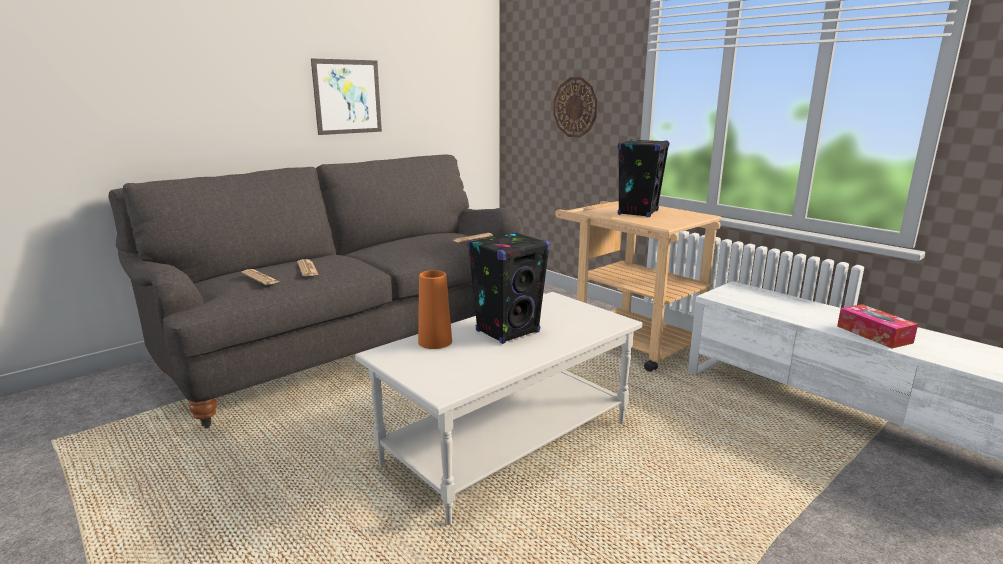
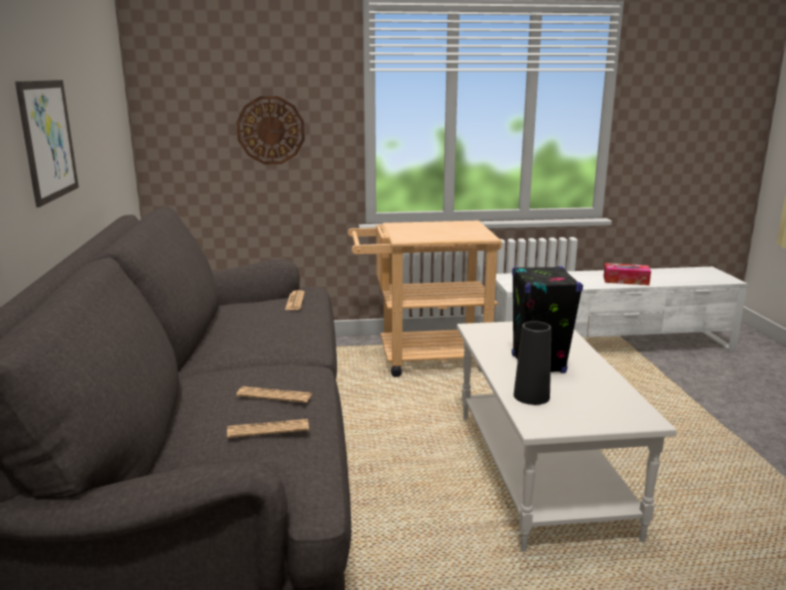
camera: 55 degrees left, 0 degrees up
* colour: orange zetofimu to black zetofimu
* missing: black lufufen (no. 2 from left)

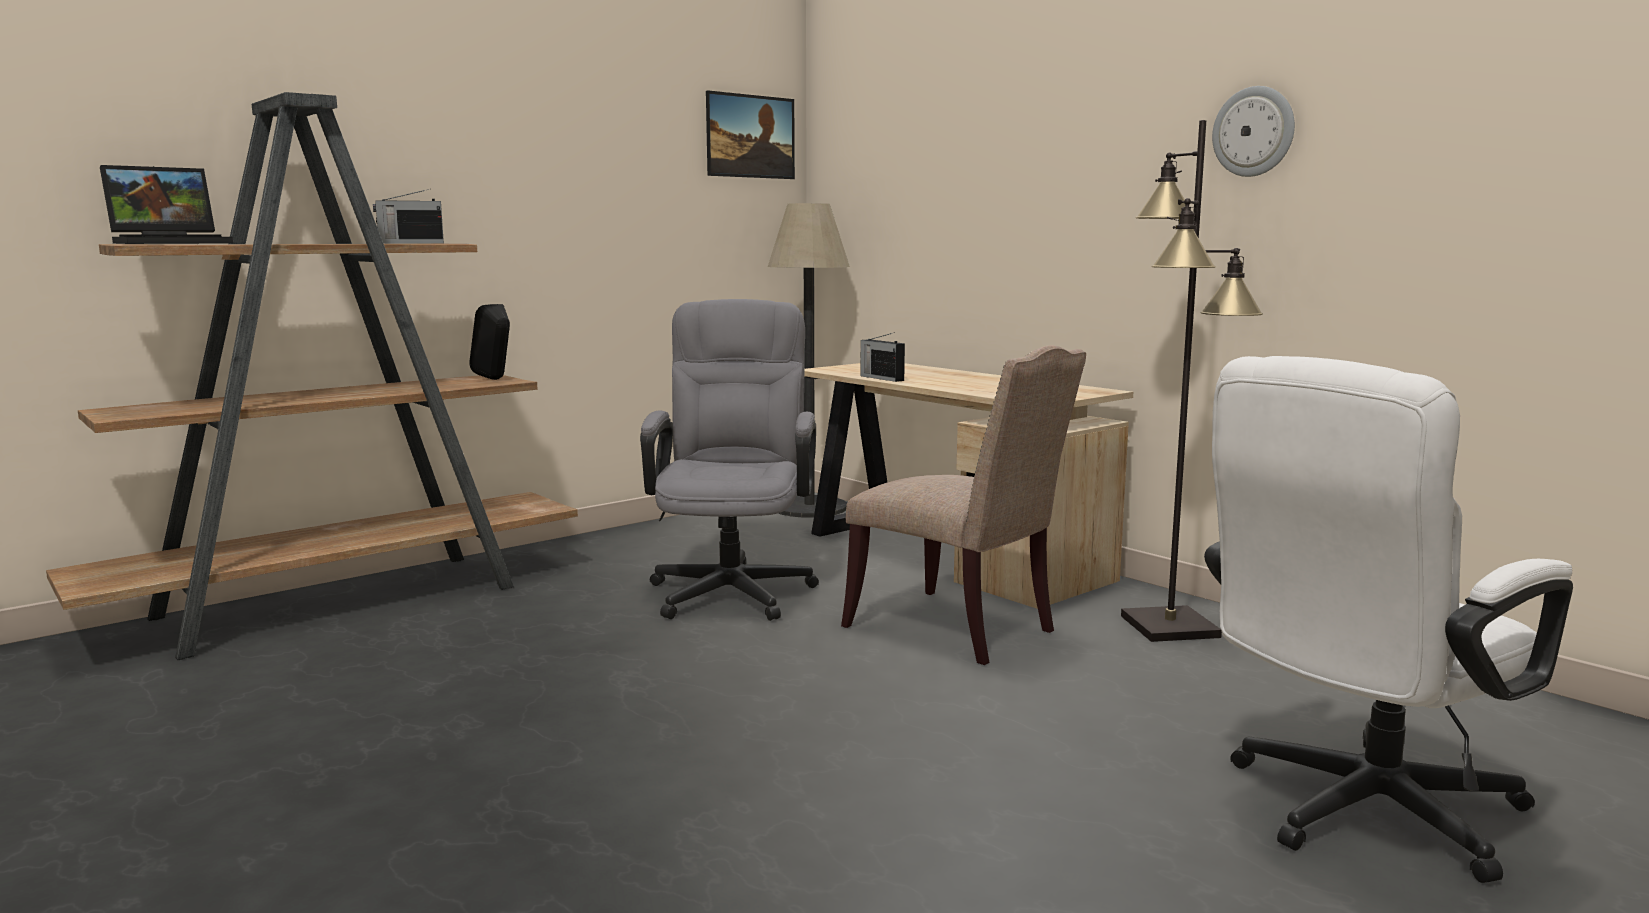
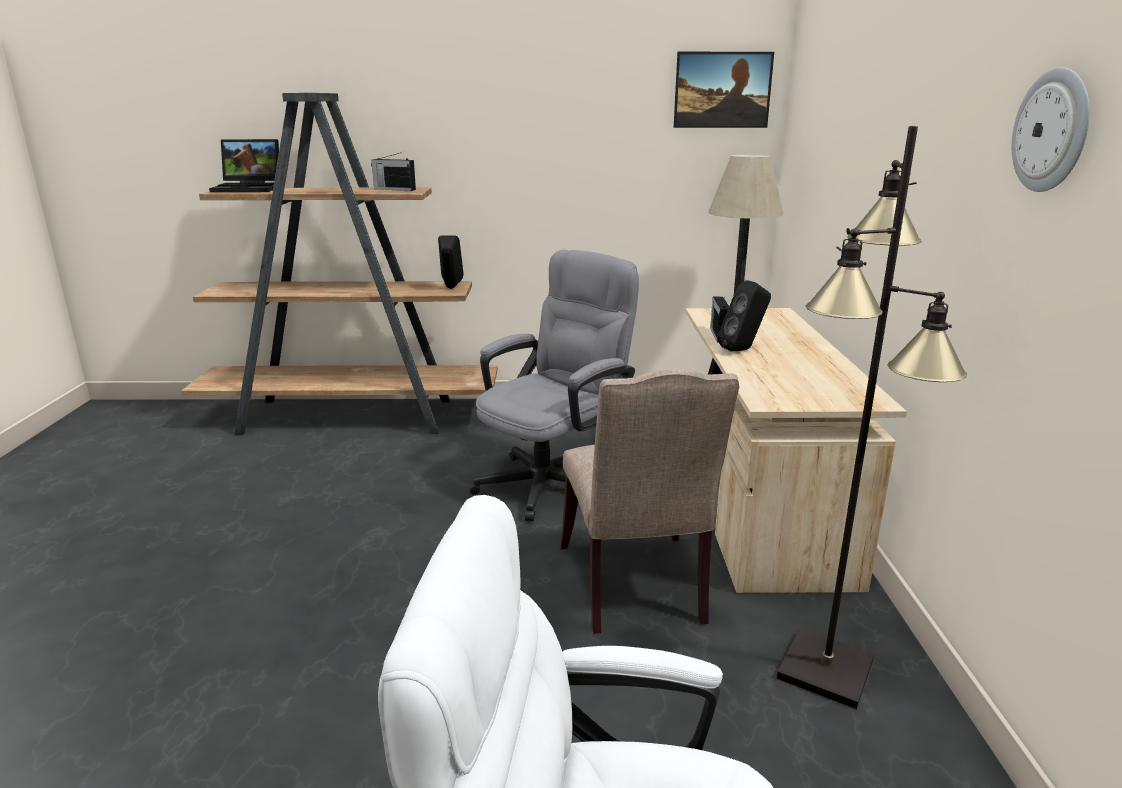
camera: 40 degrees right, 10 degrees up
* appeared: black lufufen (no. 2 from left)

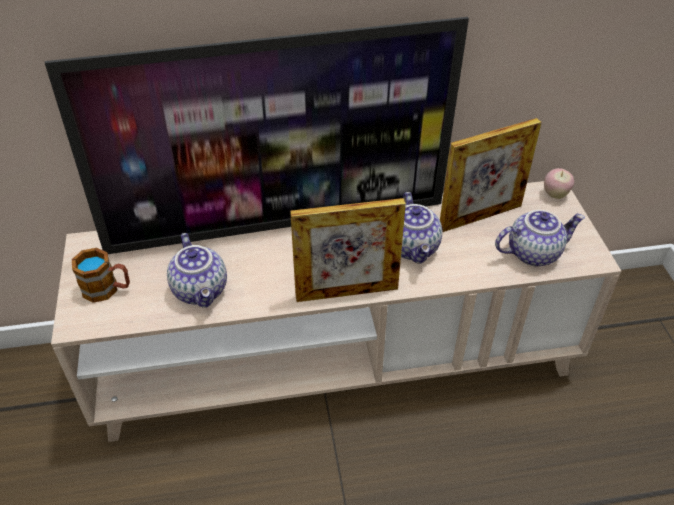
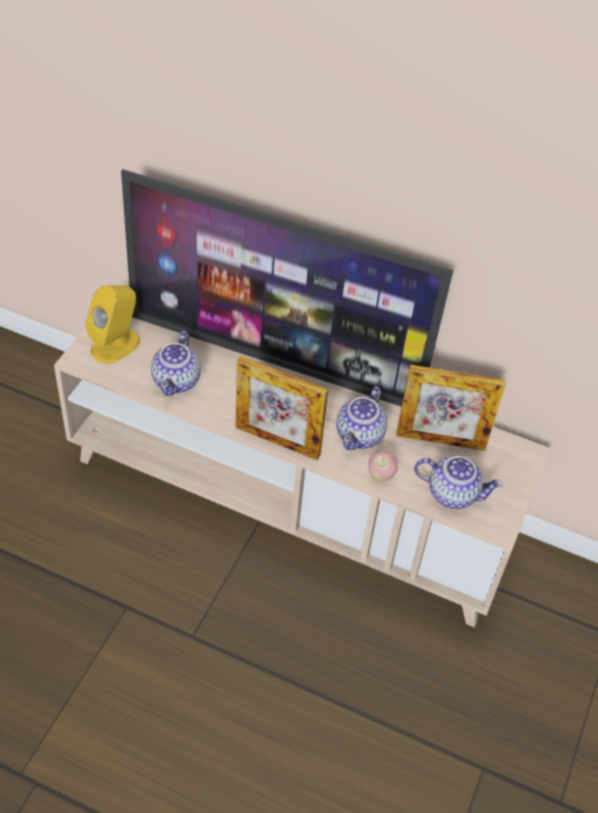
camera: 30 degrees right, 5 degrees up
* exchanged: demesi to yellow lufufen
* relocated: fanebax

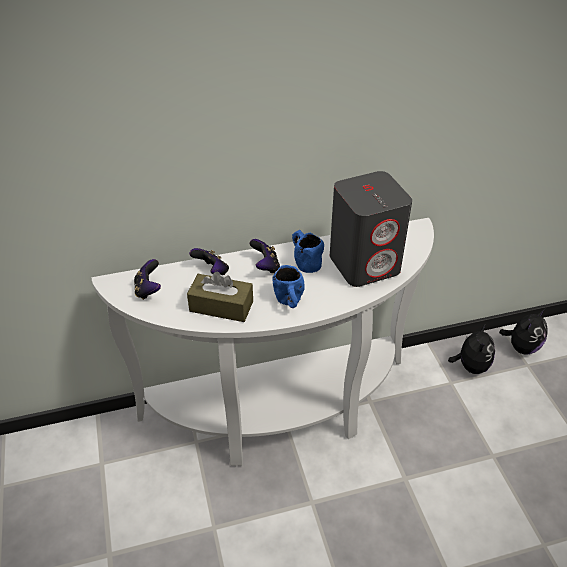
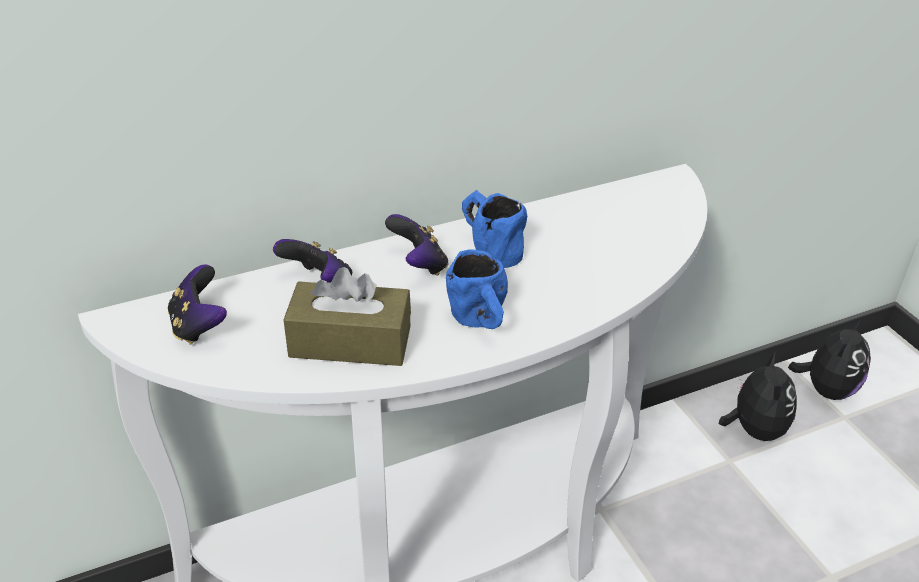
camera: 10 degrees left, 5 degrees down
* missing: grey lufufen

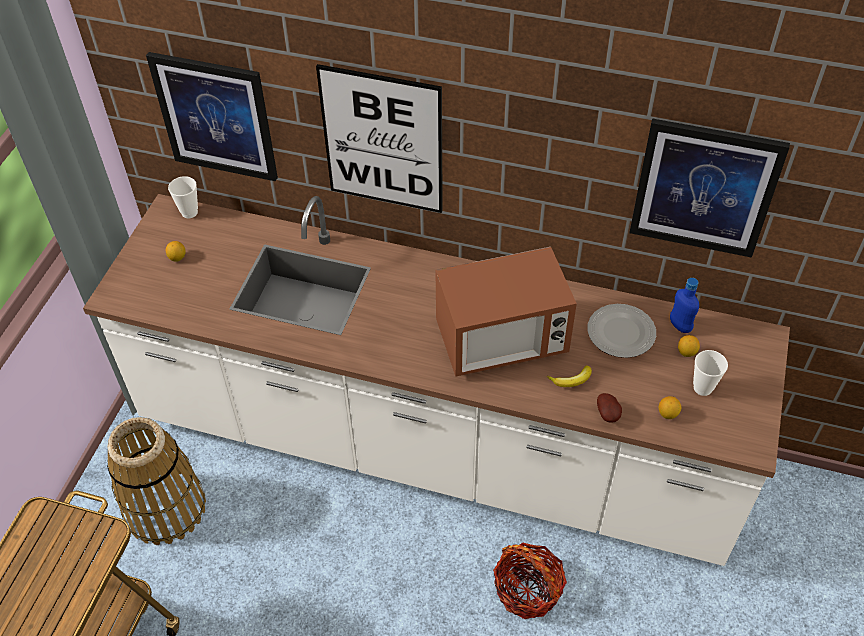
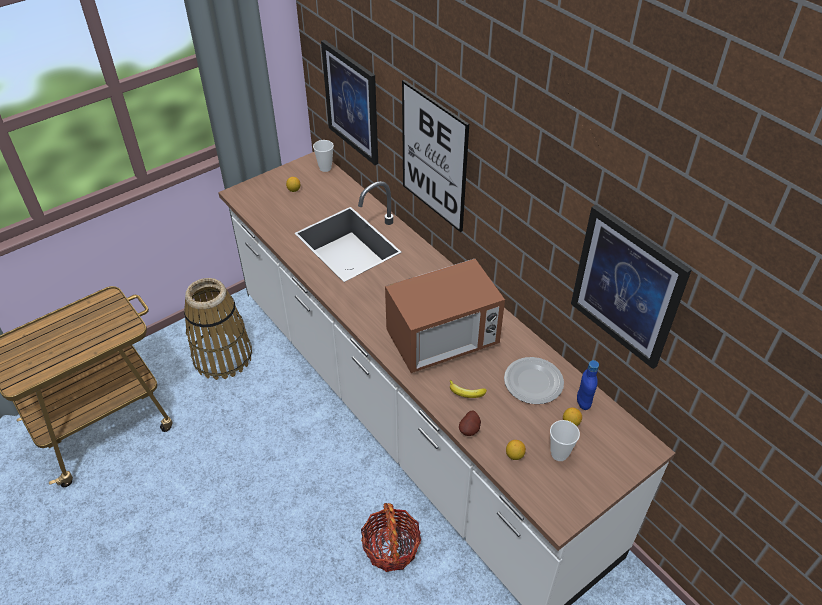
camera: 35 degrees right, 5 degrees down
* spun: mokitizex 45 degrees counterclockwise

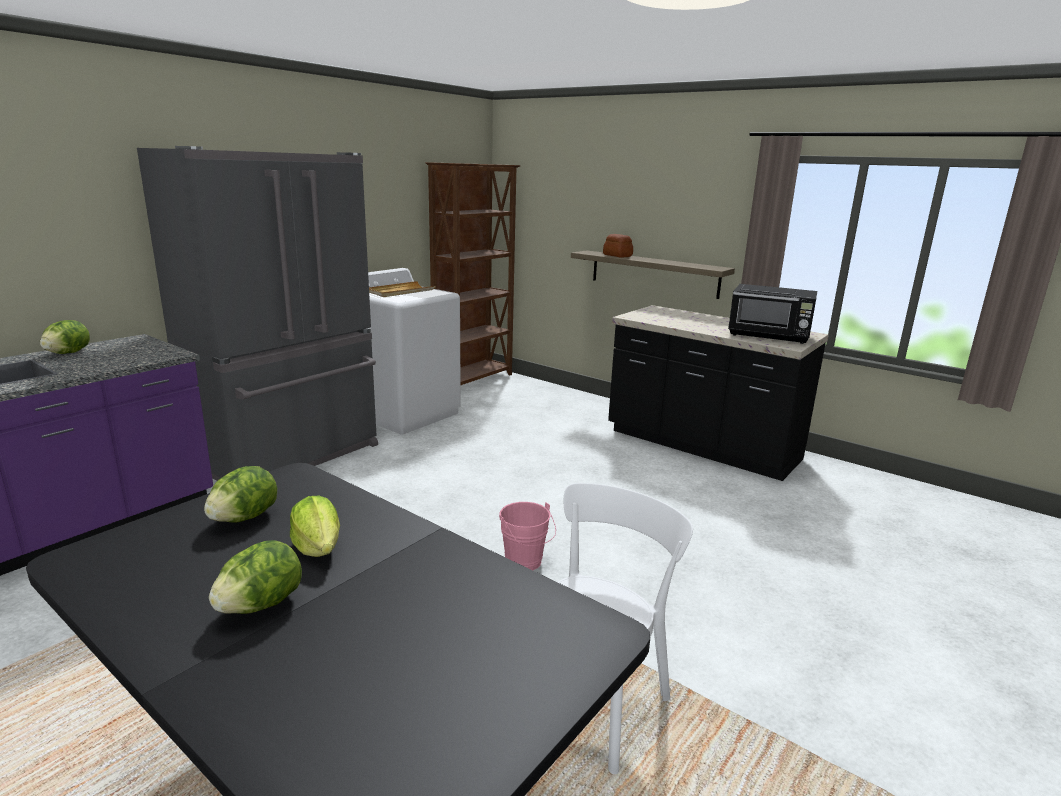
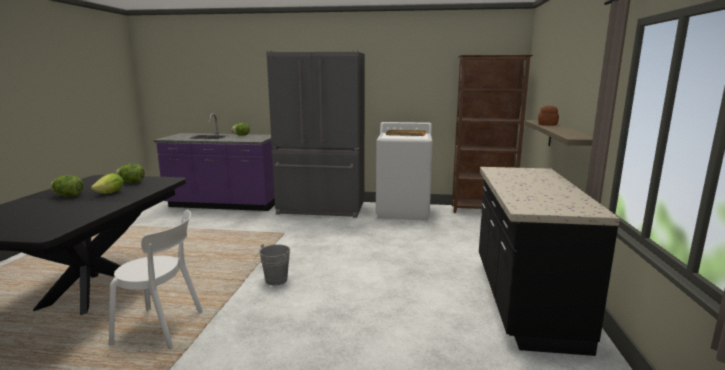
camera: 60 degrees right, 5 degrees down
* colour: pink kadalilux to grey kadalilux
* missing: black mokitizex

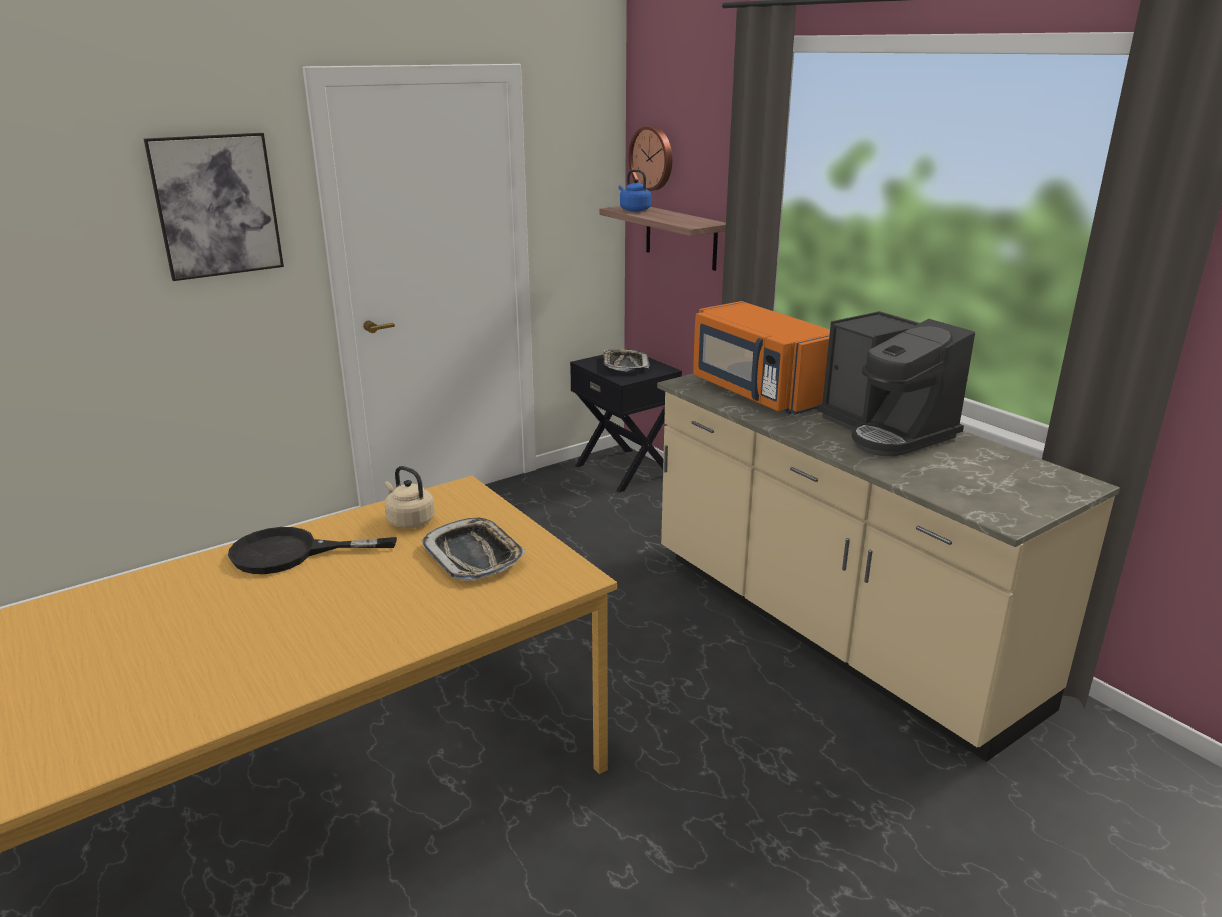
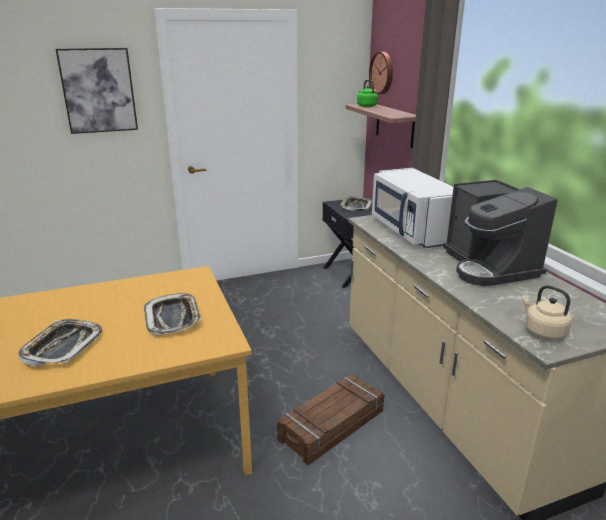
camera: 15 degrees right, 0 degrees up
* appeared: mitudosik (no. 1 from left)
* appeared: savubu
* colour: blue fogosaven to green fogosaven
* colour: orange mokitizex to white mokitizex
* relocated: beige fogosaven
* missing: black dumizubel

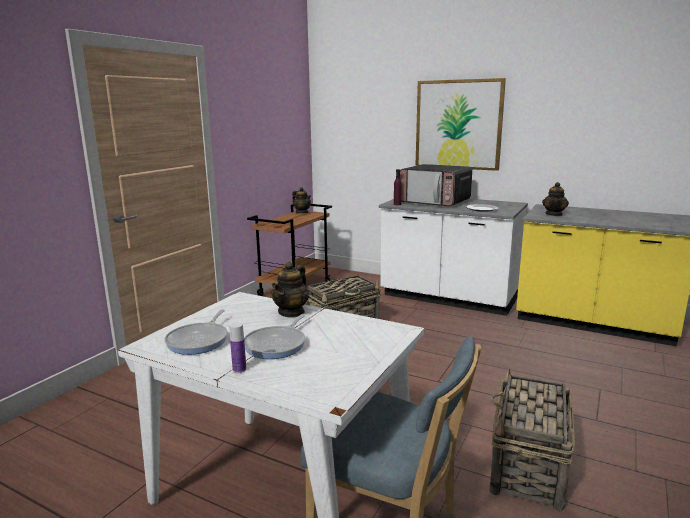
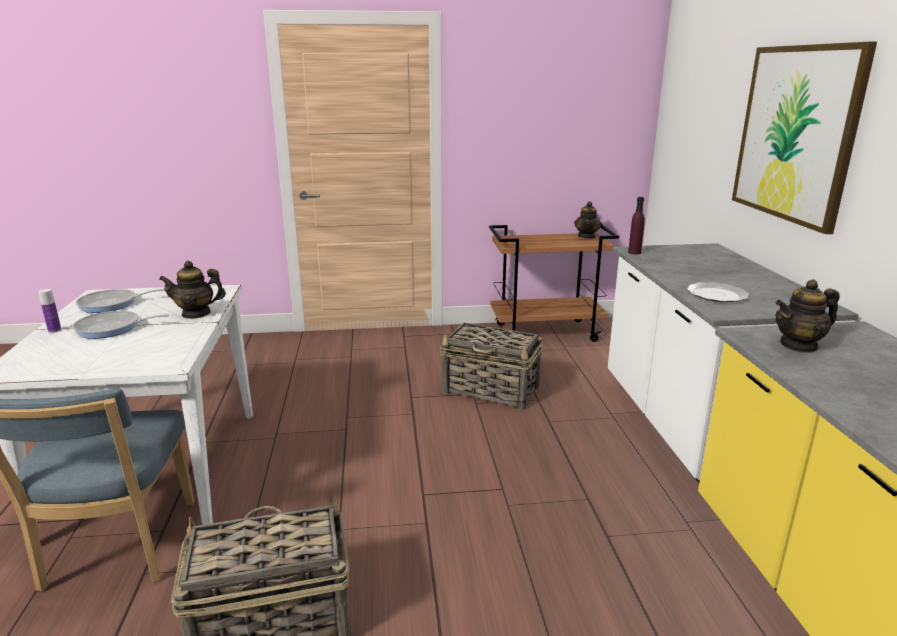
camera: 55 degrees right, 5 degrees up
* missing: mokitizex

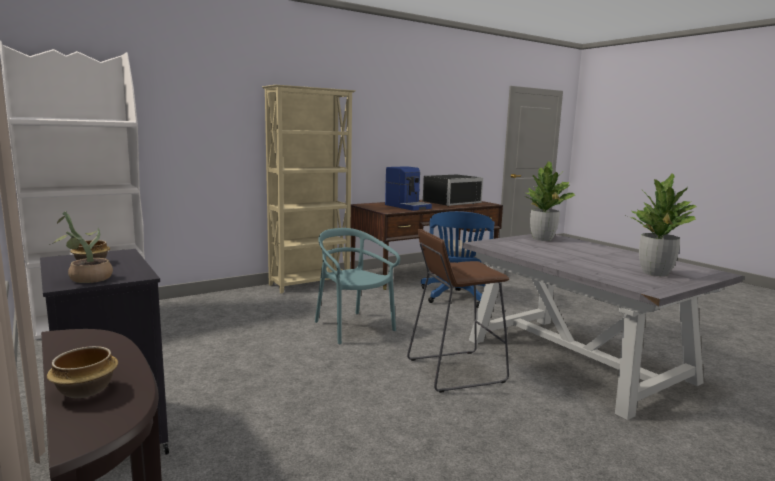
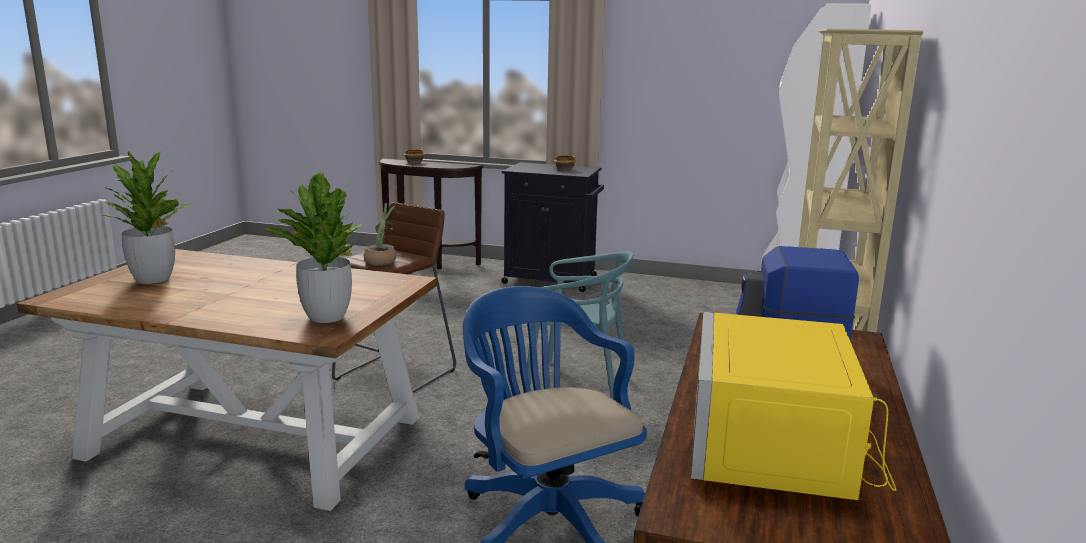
camera: 140 degrees right, 5 degrees up
* colour: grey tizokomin to brown tizokomin
* relocated: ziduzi (no. 1 from left in the first image) to ziduzi (no. 3 from left)
* colour: black mokitizex to yellow mokitizex

